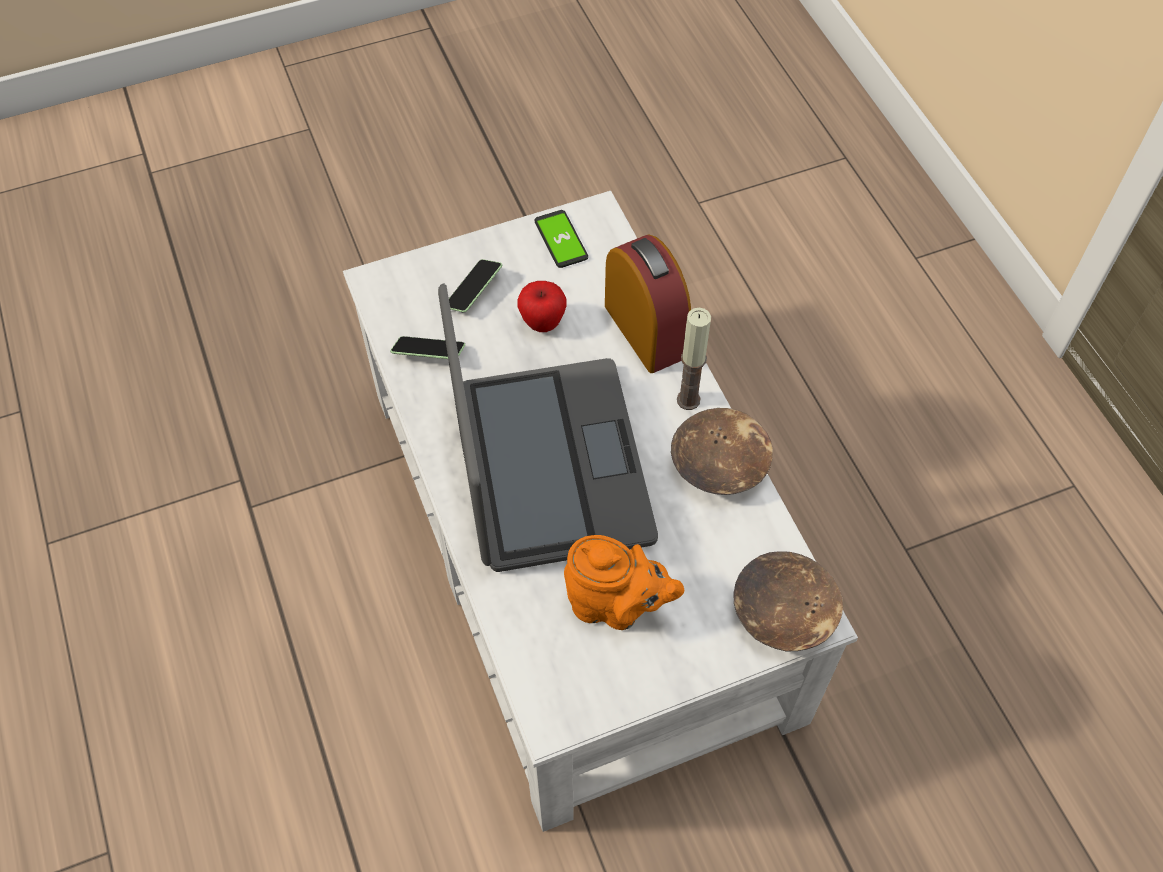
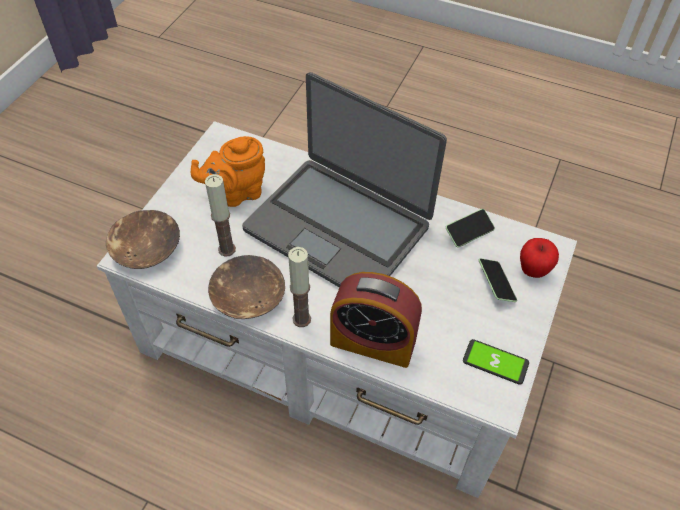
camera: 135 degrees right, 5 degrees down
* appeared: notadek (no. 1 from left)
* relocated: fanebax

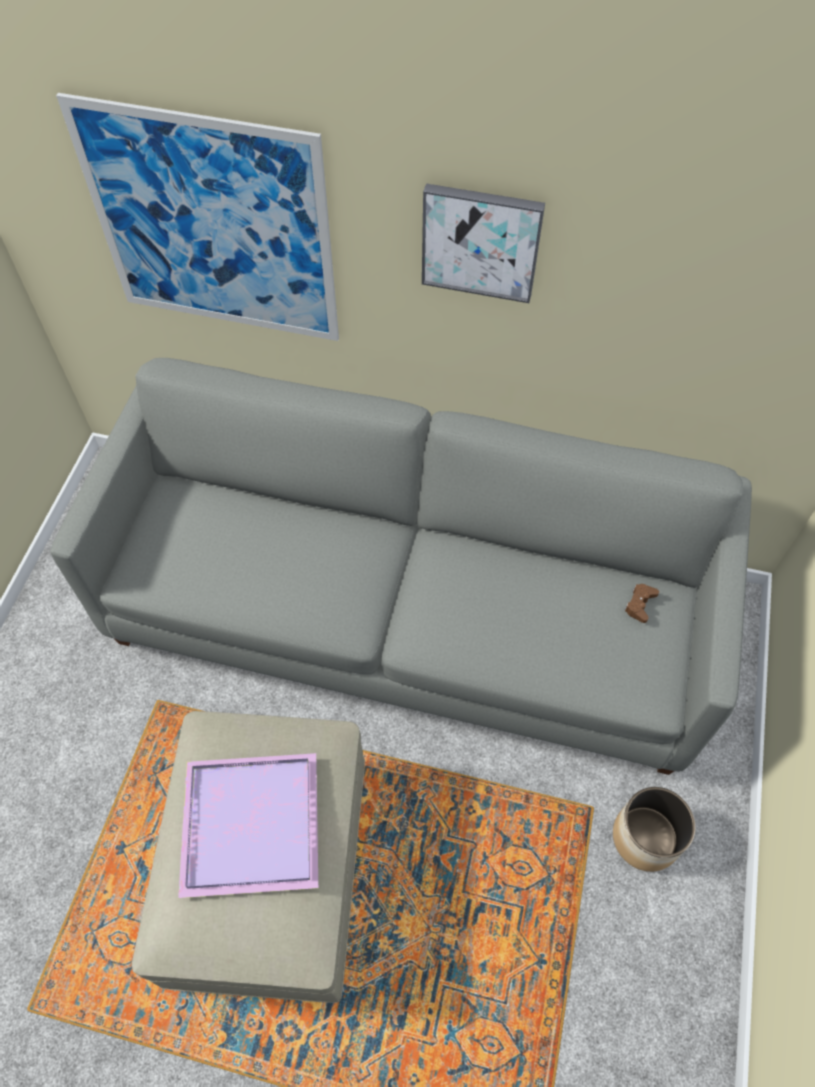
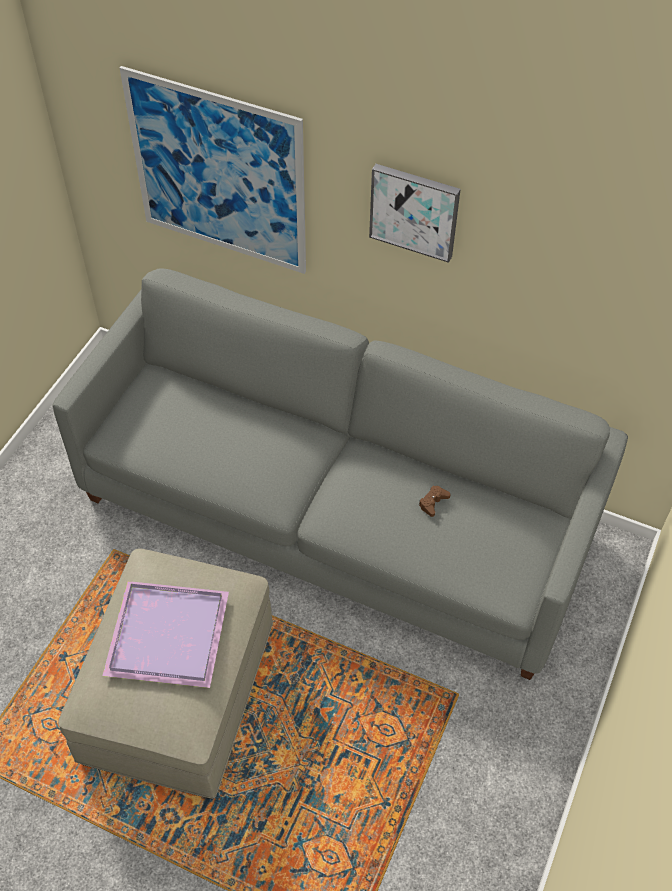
camera: 10 degrees right, 5 degrees down
* relocated: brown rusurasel
* missing: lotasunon

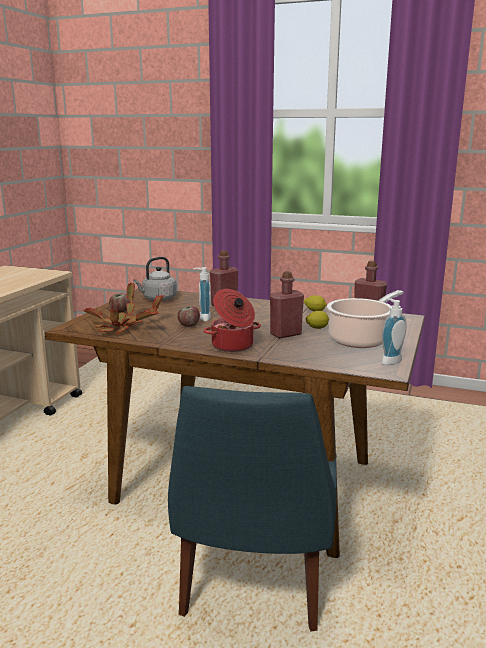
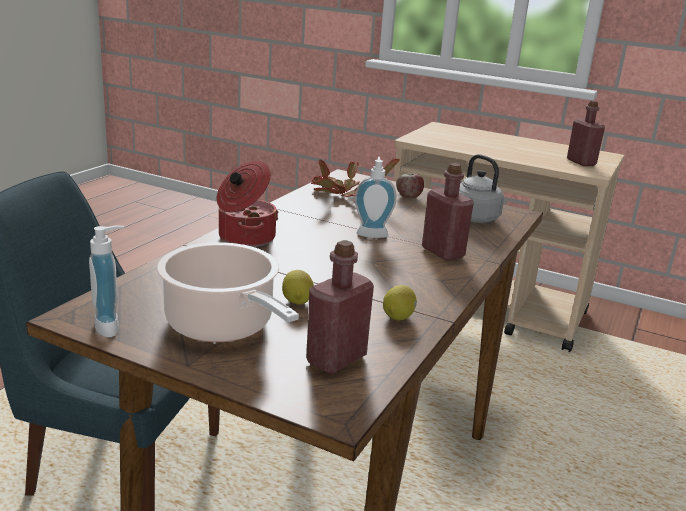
camera: 95 degrees right, 5 degrees up
* relocated: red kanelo (no. 2 from left in the first image) to red kanelo (no. 3 from left)
* missing: fanebax (no. 2 from left)

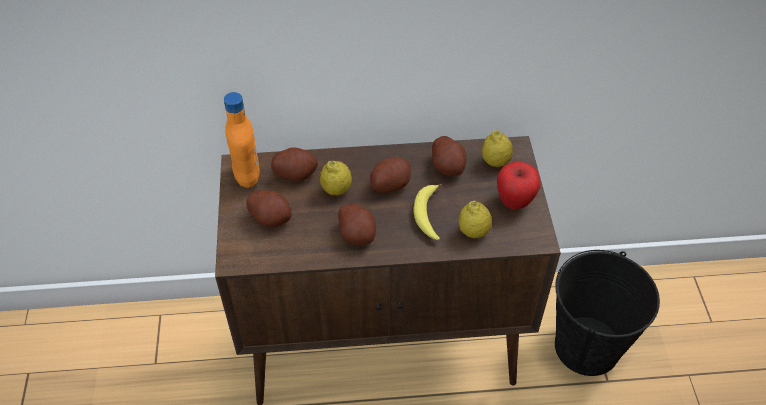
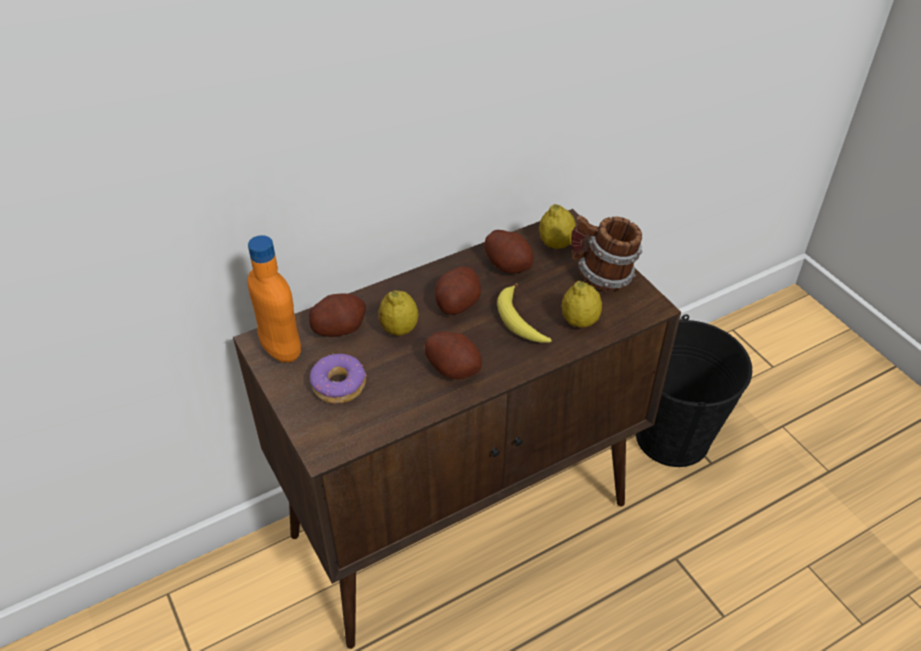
camera: 25 degrees left, 5 degrees down
* exchanged: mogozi (no. 1 from left) to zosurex
* exchanged: fanebax to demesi

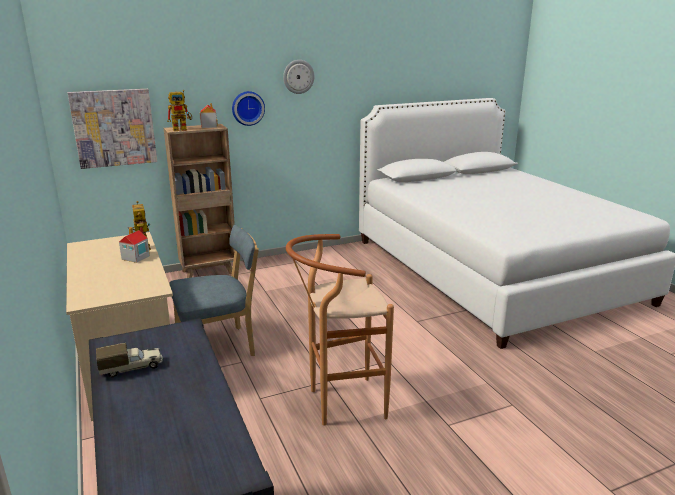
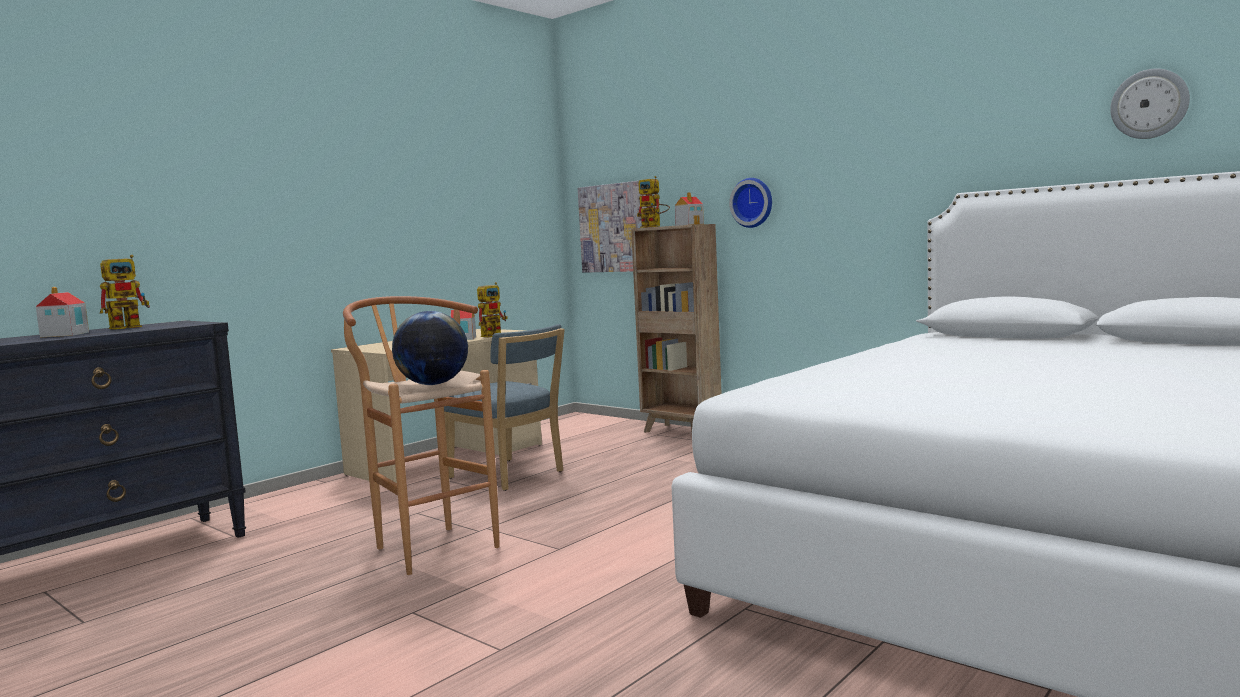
camera: 65 degrees right, 15 degrees down
* appeared: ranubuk (no. 1 from left)
* exchanged: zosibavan to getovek (no. 1 from left)
* appeared: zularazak
* relocated: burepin (no. 2 from left)

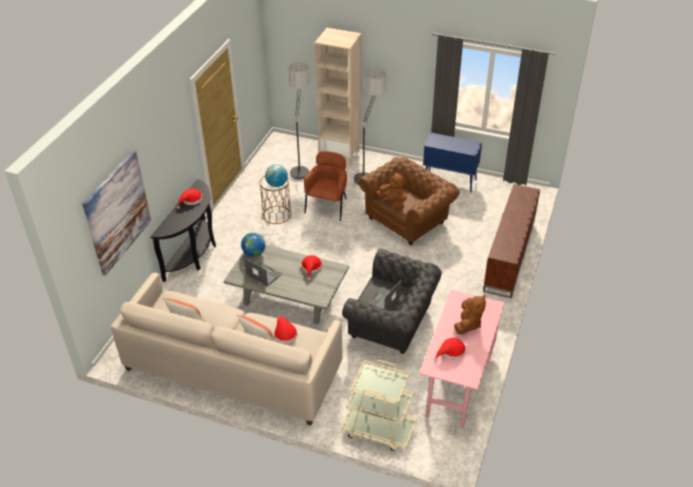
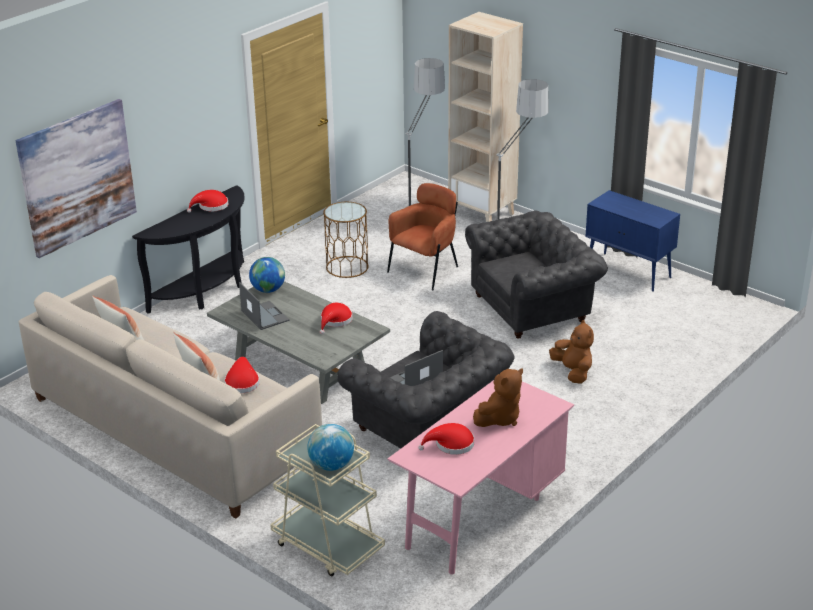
camera: 20 degrees right, 10 degrees down
* relocated: zularazak (no. 2 from left)
* colour: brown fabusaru (no. 2 from left) to grey fabusaru (no. 2 from left)
* relocated: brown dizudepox (no. 1 from left in the first image) to brown dizudepox (no. 2 from left)
* missing: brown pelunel

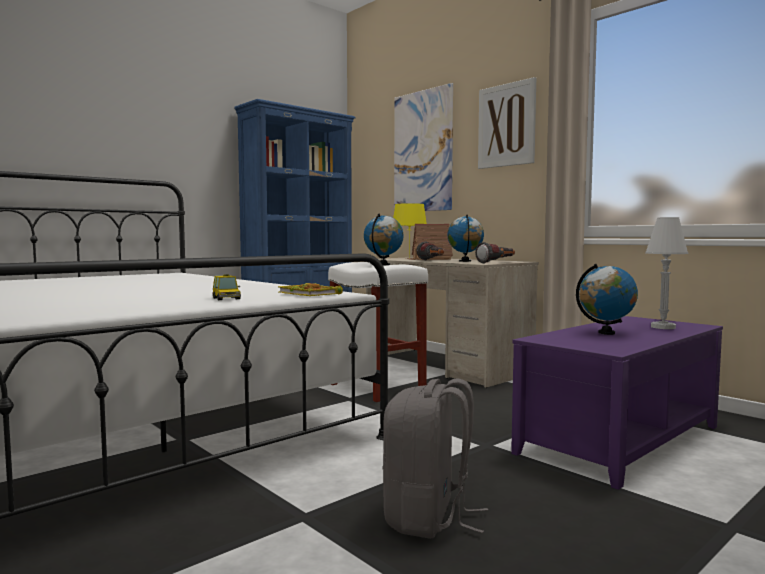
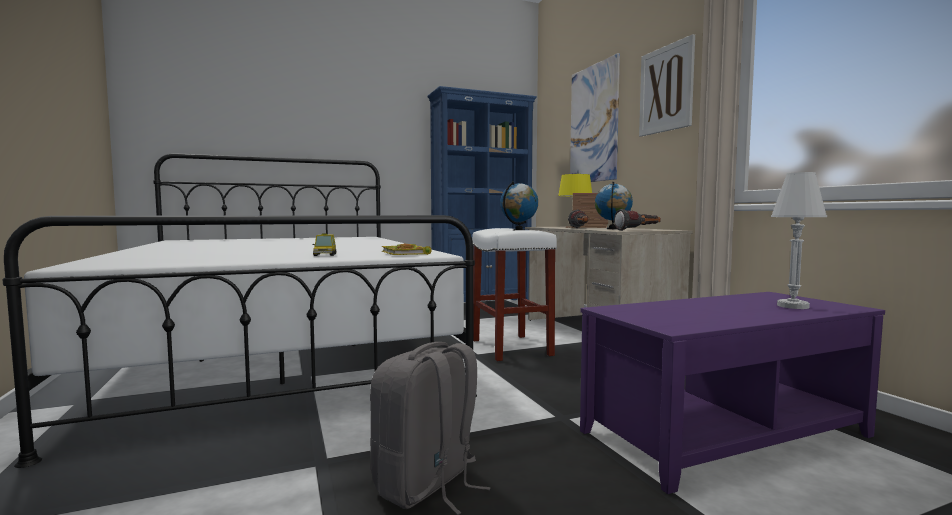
camera: 20 degrees right, 0 degrees up
* missing: zularazak (no. 3 from left)

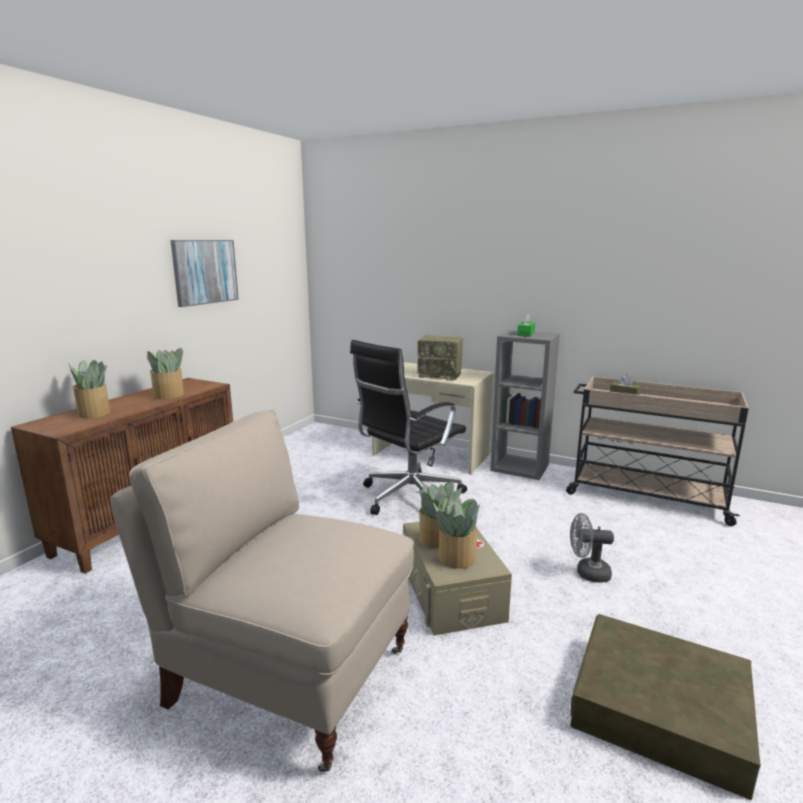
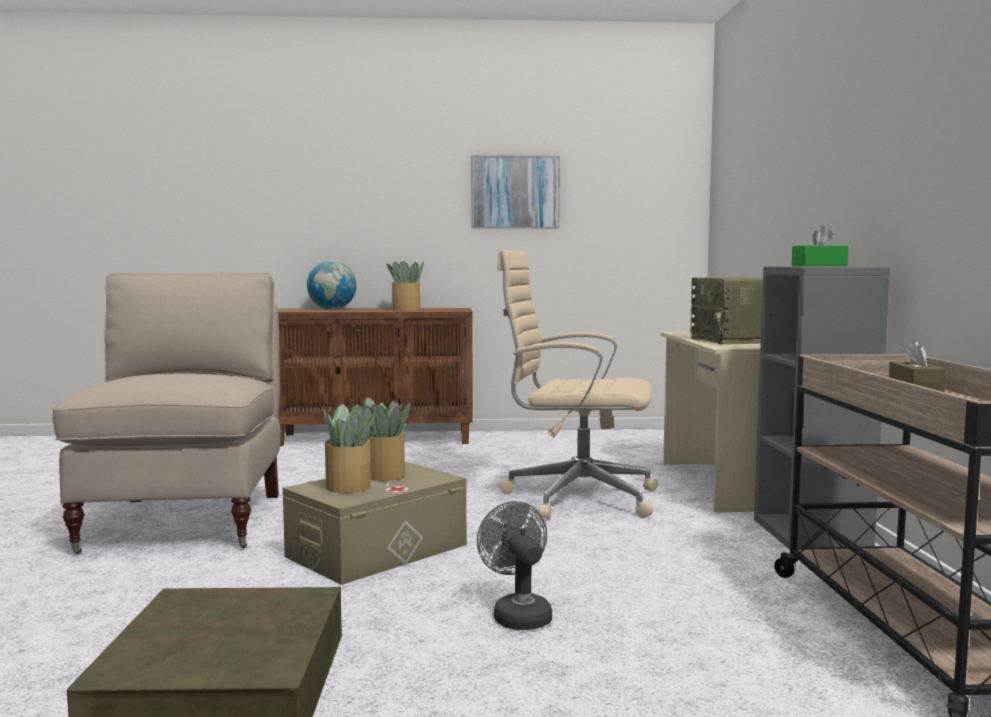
camera: 60 degrees right, 10 degrees down
* exchanged: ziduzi (no. 1 from left) to zularazak
* colour: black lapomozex to beige lapomozex

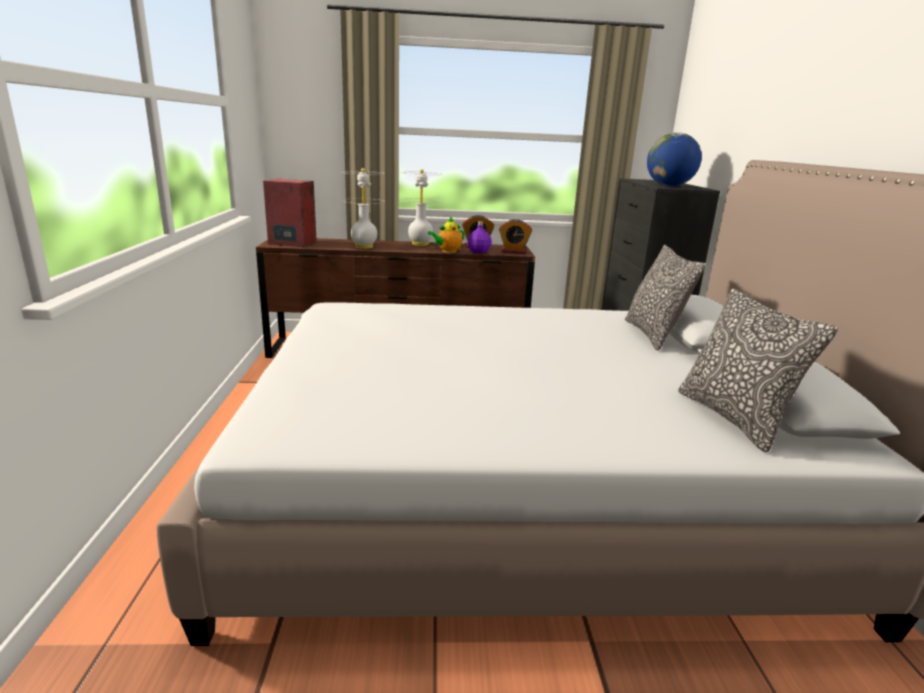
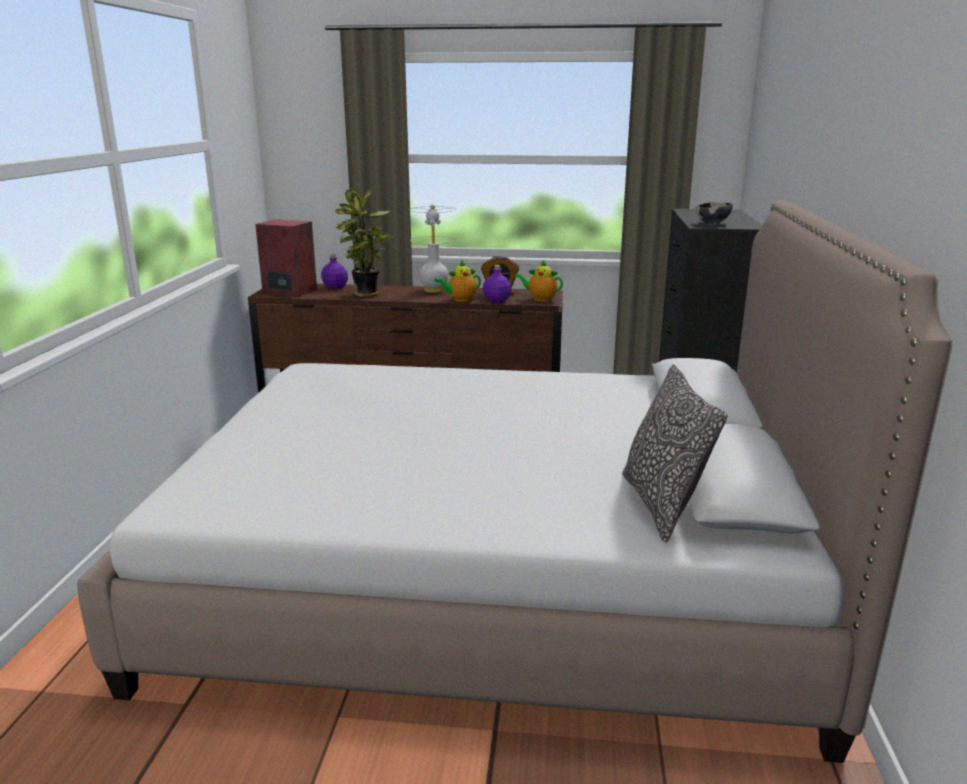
camera: 10 degrees right, 0 degrees up
* appeared: purple kanelo (no. 1 from left)
* exchanged: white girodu (no. 1 from left) to ziduzi
* exchanged: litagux (no. 2 from left) to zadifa (no. 2 from left)
* exchanged: zularazak to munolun
* missing: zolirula (no. 1 from left)

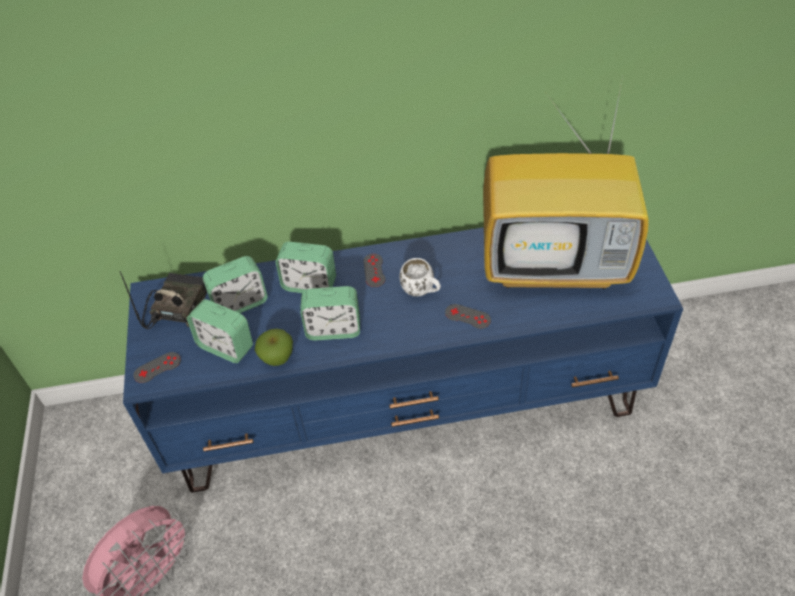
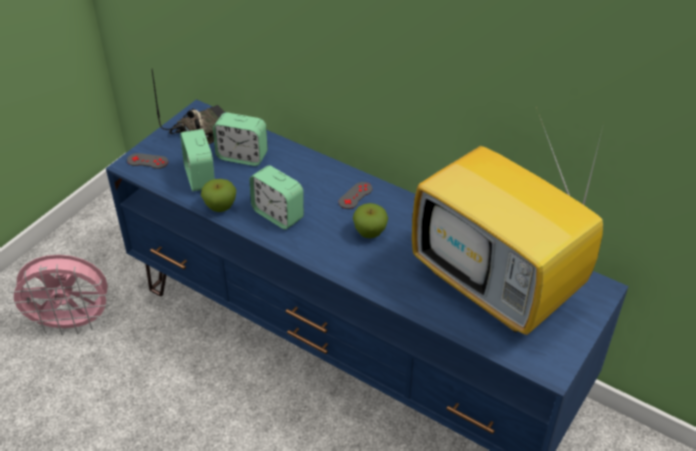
camera: 40 degrees right, 5 degrees down
* exchanged: white demesi to fanebax (no. 2 from left)
* missing: litagux (no. 3 from left)
* missing: grey rusurasel (no. 3 from left)

